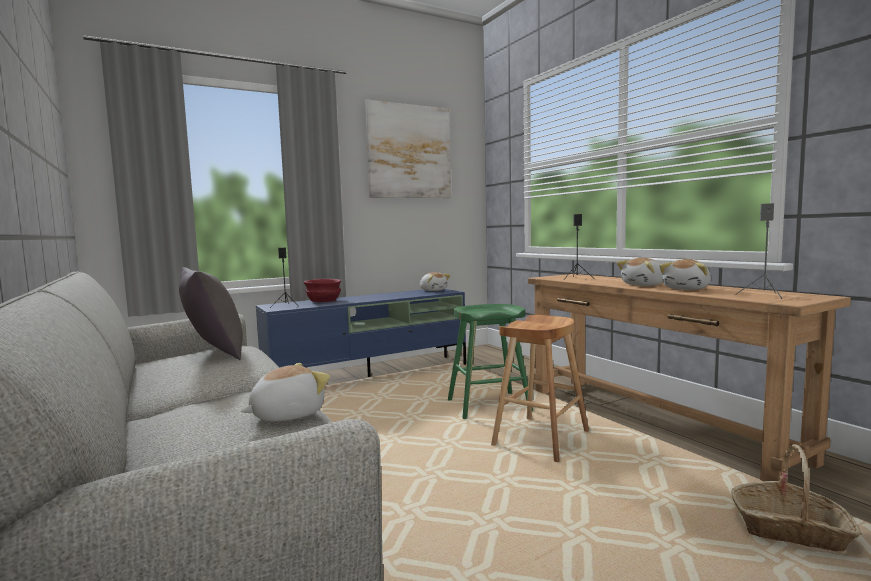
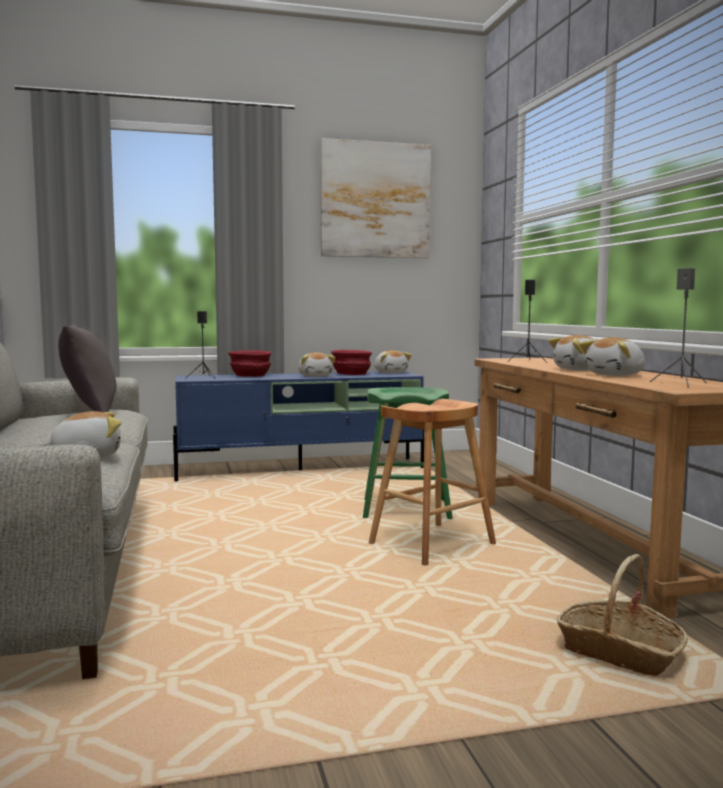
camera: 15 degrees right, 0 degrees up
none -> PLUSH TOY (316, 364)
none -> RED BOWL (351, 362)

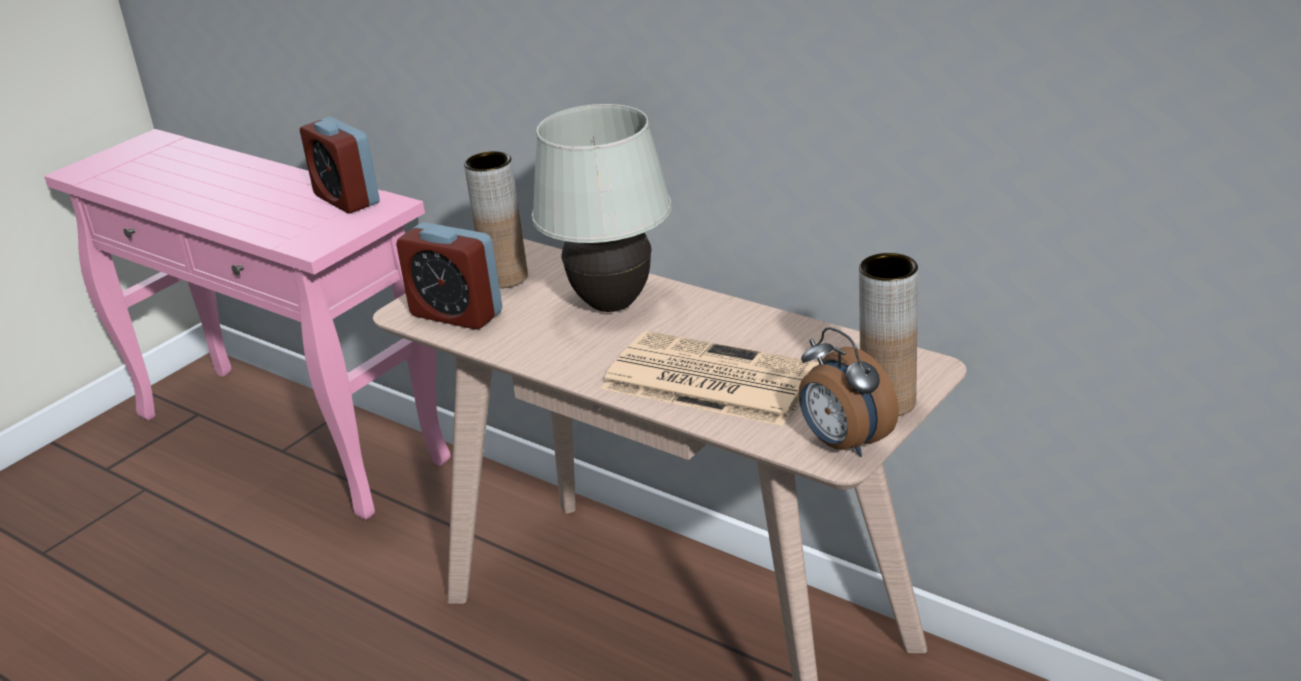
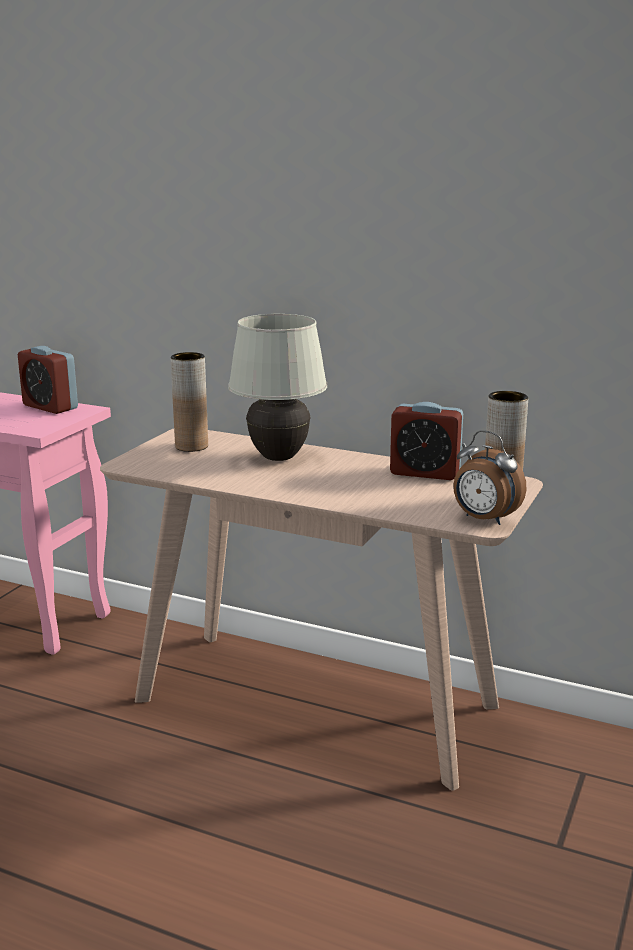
camera: 15 degrees left, 10 degrees down
ALARM CLOCK (449, 276) -> ALARM CLOCK (426, 441), relocated
NEWSPAPER (710, 378) -> none

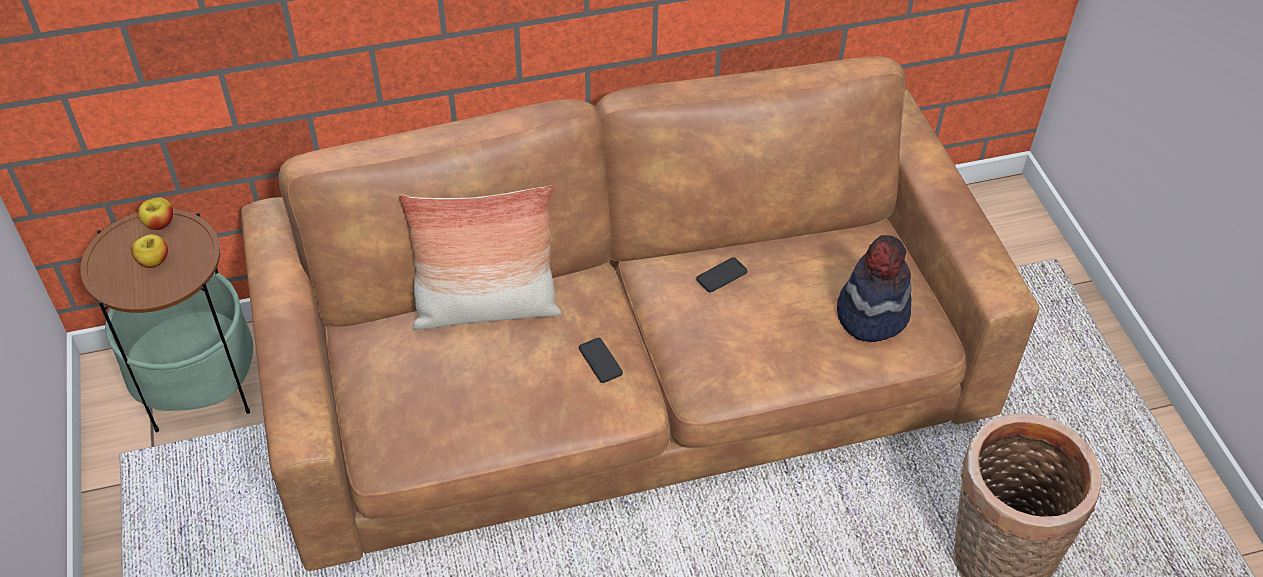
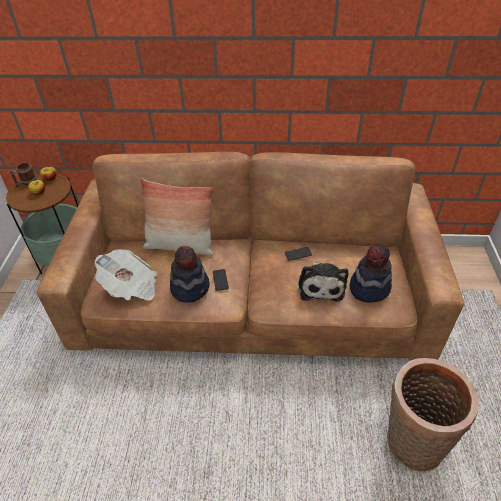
camera: 20 degrees right, 5 degrees down
none -> MUG (23, 174)
none -> NEWSPAPER (126, 275)
none -> HAT (190, 274)
none -> PLUSH TOY (323, 281)

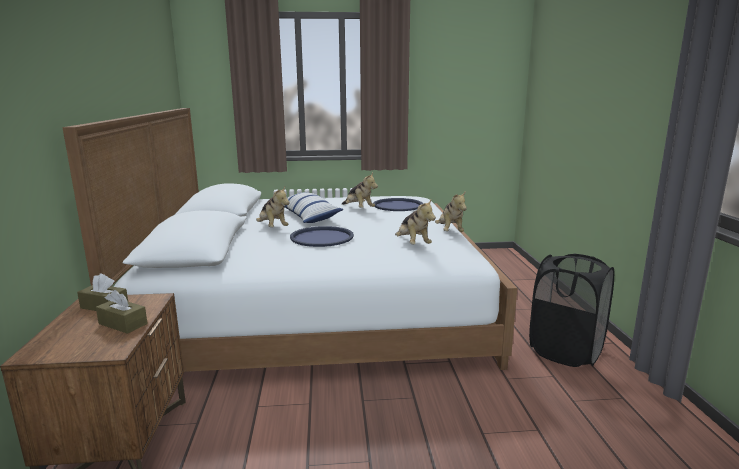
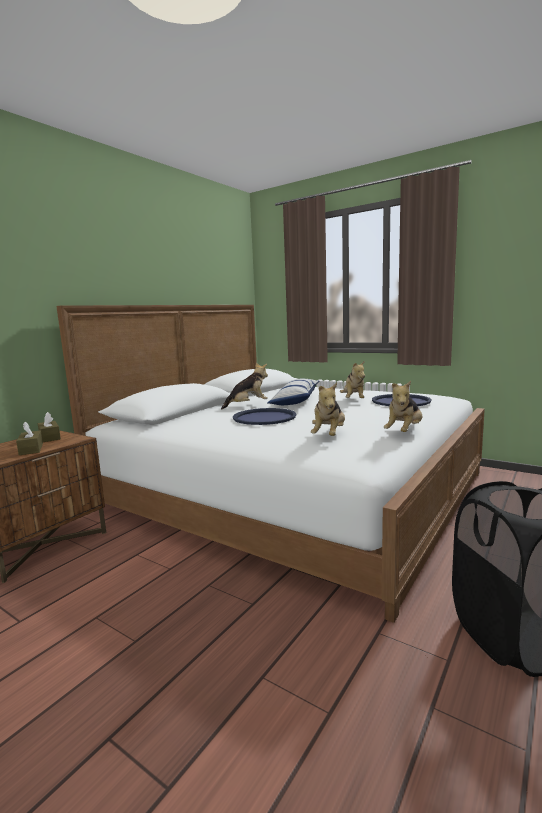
camera: 40 degrees right, 5 degrees down
PLUSH TOY (273, 206) -> PLUSH TOY (244, 386), 120 degrees counterclockwise

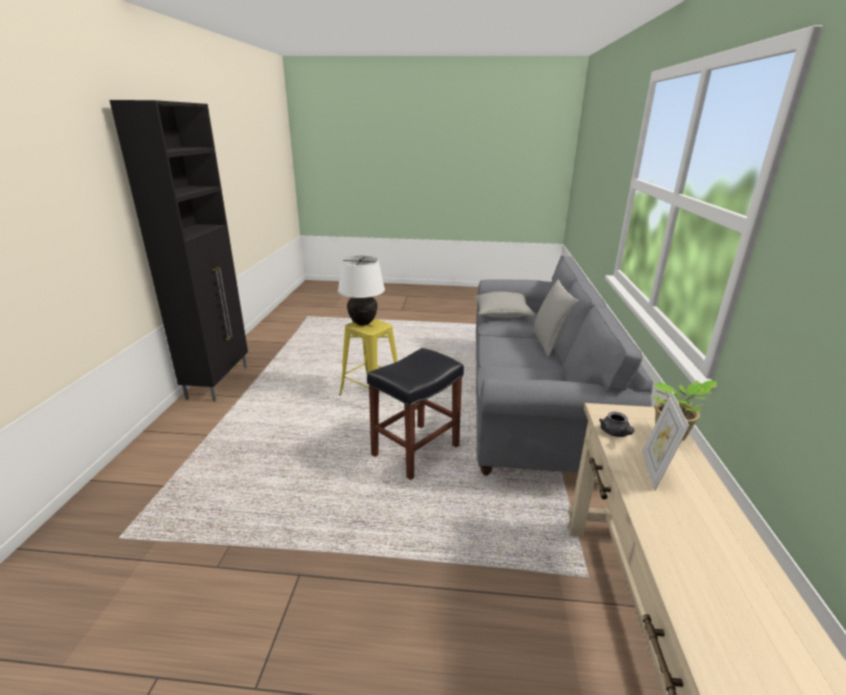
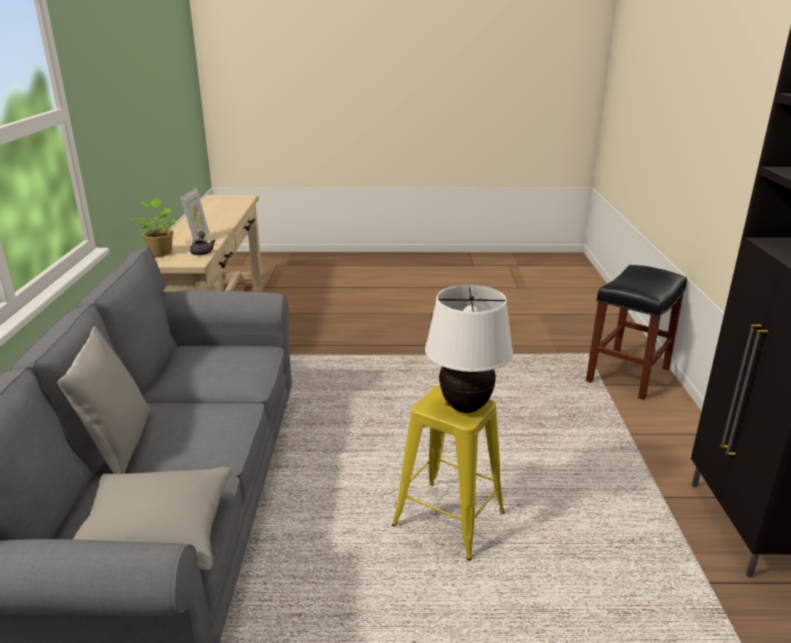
camera: 175 degrees right, 0 degrees up
BLACK STOOL (415, 414) -> BLACK STOOL (636, 332), relocated

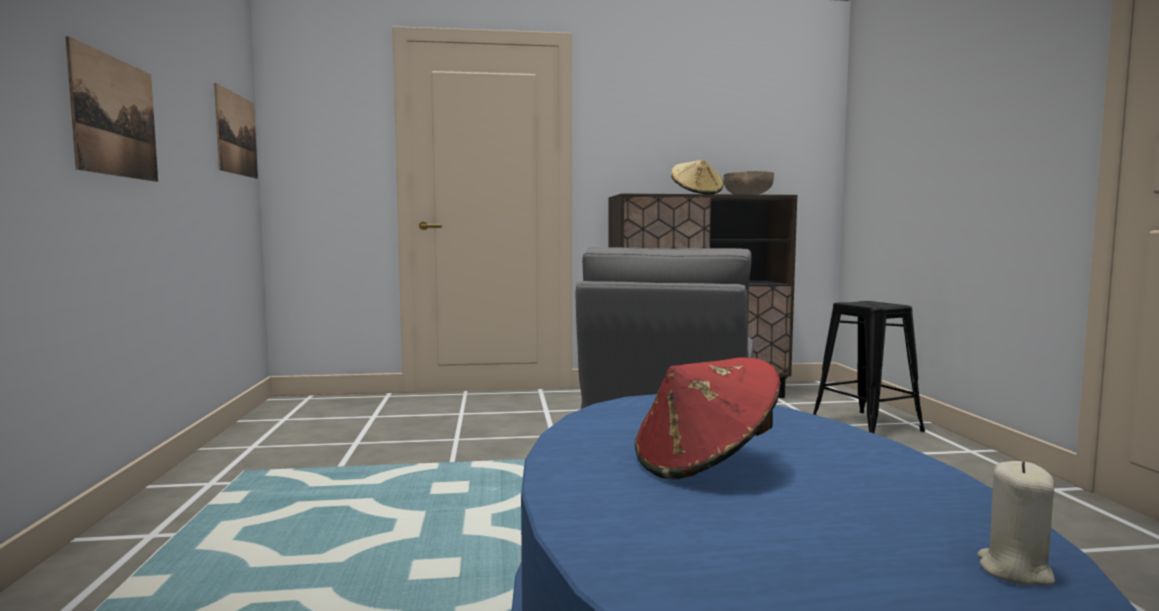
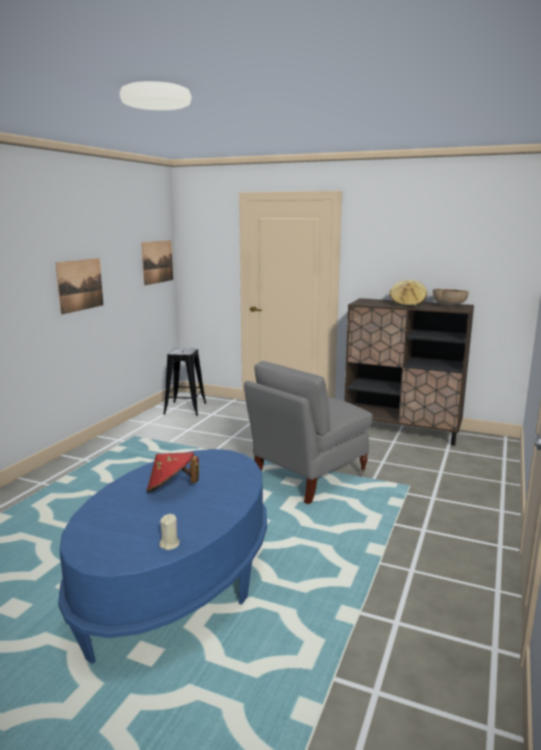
camera: 30 degrees right, 10 degrees up
BLACK STOOL (869, 367) -> BLACK STOOL (184, 382), relocated

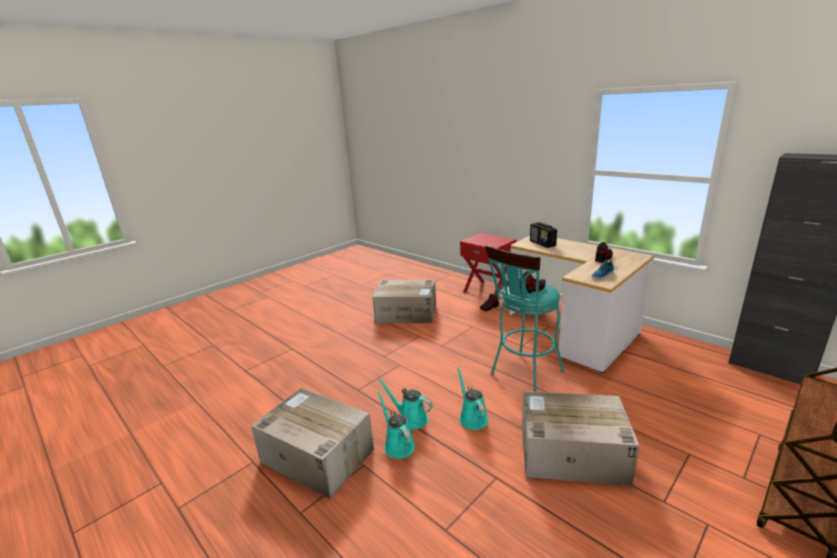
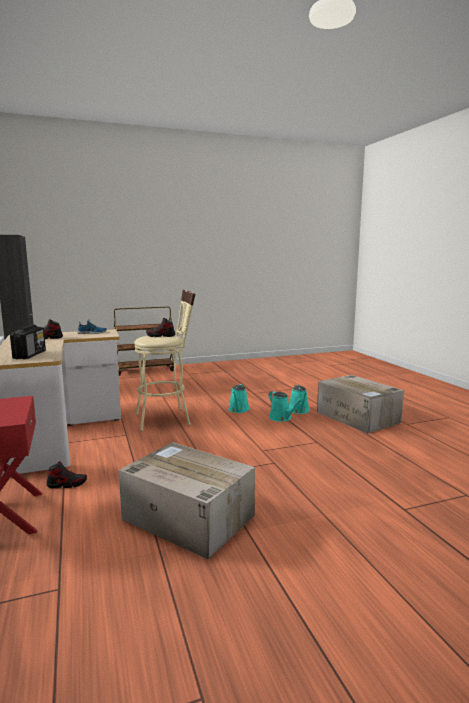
camera: 155 degrees left, 10 degrees down
TURQUOISE STOOL (524, 318) -> BEIGE STOOL (164, 360)
CARDBOARD BOX (580, 438) -> none

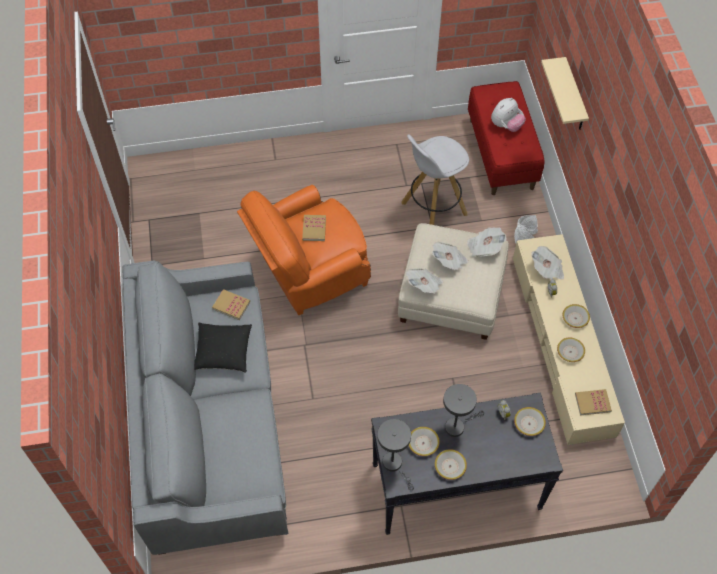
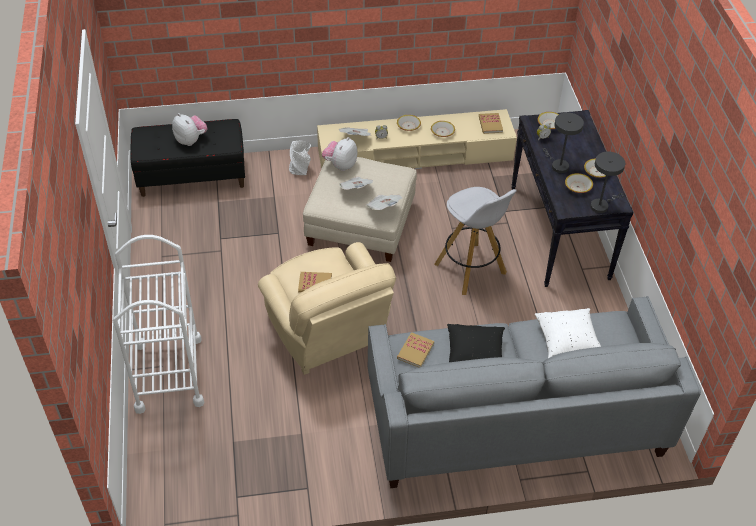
camera: 90 degrees left, 10 degrees down
none -> WHITE CART (158, 324)
RED BENCH (506, 138) -> BLACK BENCH (187, 158)
ORANGE ARMCHAIR (304, 250) -> BEIGE ARMCHAIR (327, 308)
NEWSPAPER (486, 242) -> PLUSH TOY (340, 154)
WHITE STOOL (435, 179) -> WHITE STOOL (475, 241), relocated
none -> WHITE PILLOW (568, 333)
BEIGE SHELF (565, 93) -> none

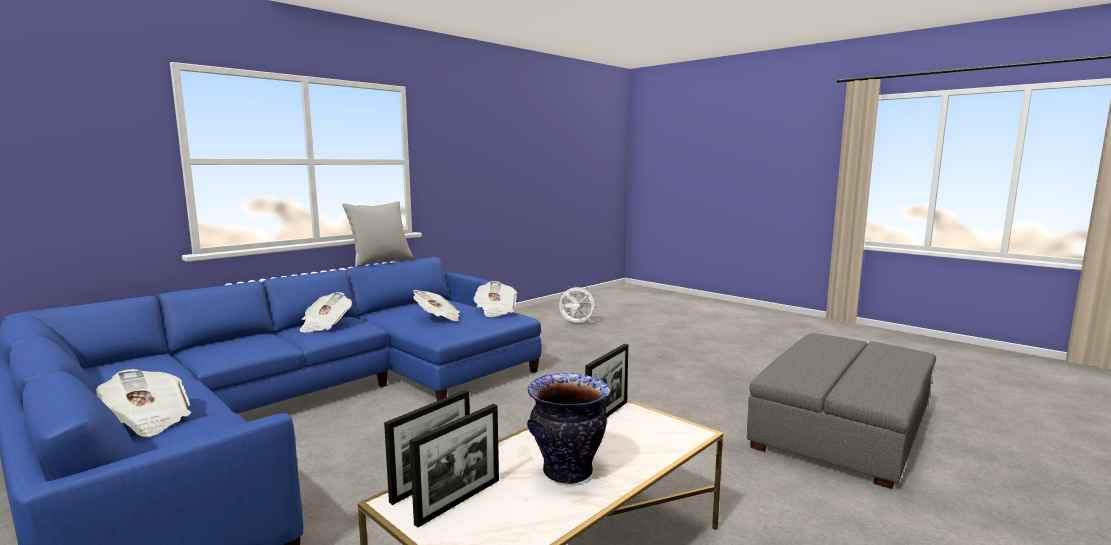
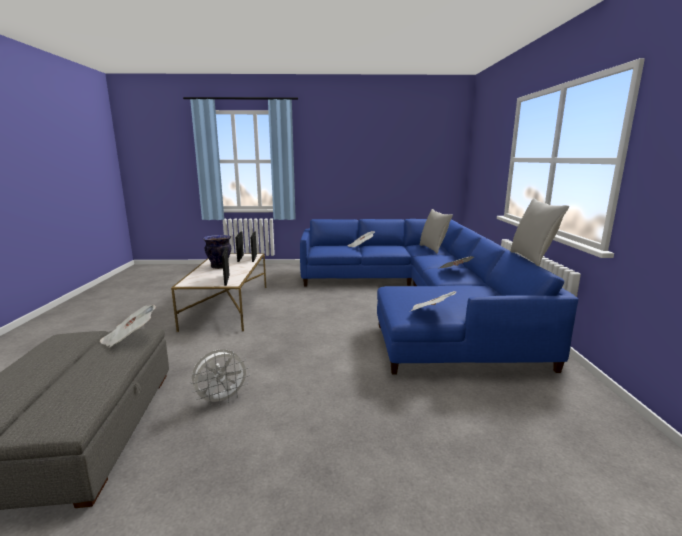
camera: 135 degrees right, 5 degrees up
NEWSPAPER (436, 305) -> NEWSPAPER (128, 326), relocated
WHITE FAN (578, 304) -> WHITE FAN (220, 377), relocated
none -> GREY PILLOW (436, 231)

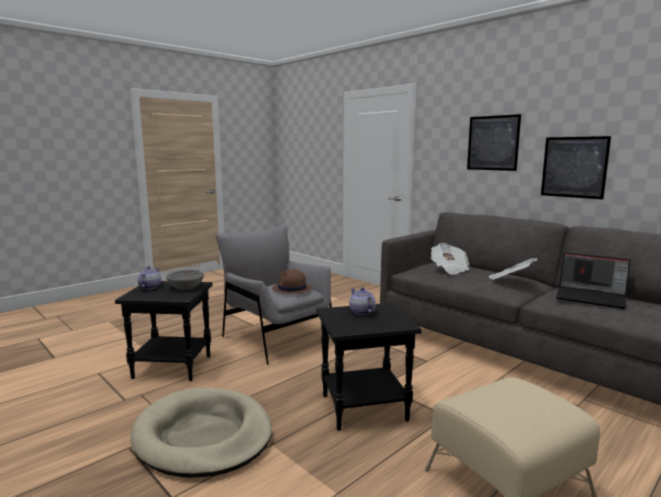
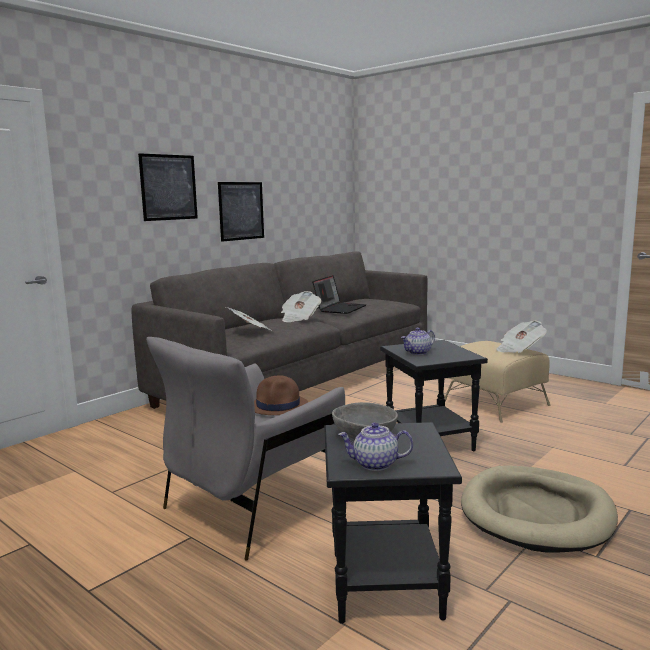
camera: 95 degrees left, 0 degrees up
none -> NEWSPAPER (521, 337)

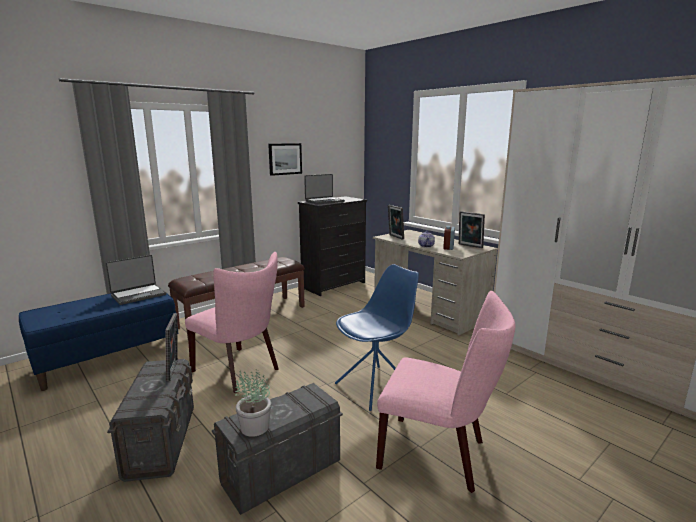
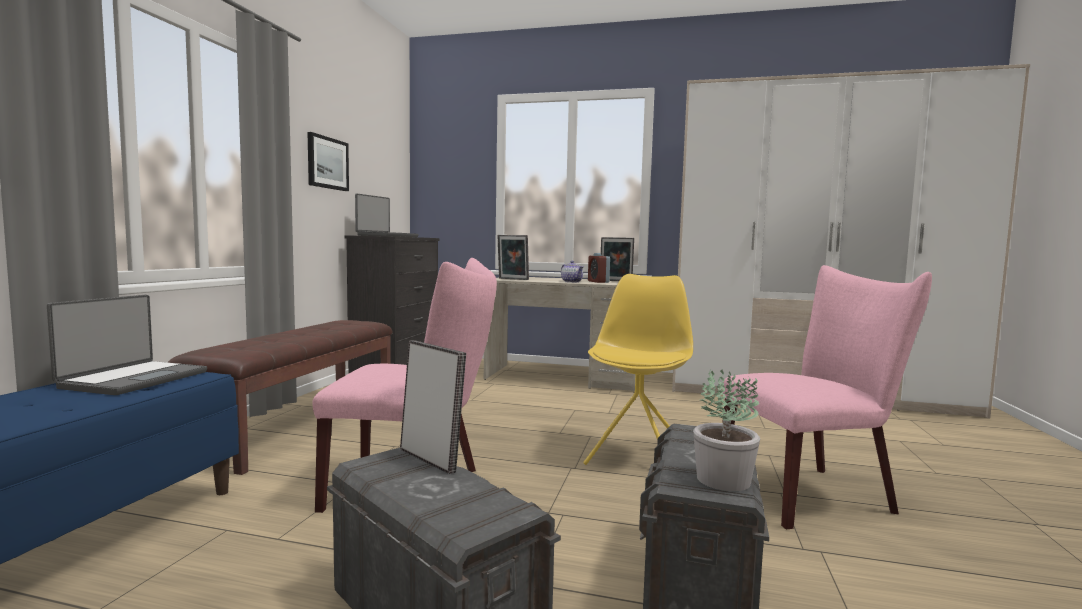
camera: 35 degrees left, 10 degrees down
BLUE CHAIR (377, 337) -> YELLOW CHAIR (638, 369)

